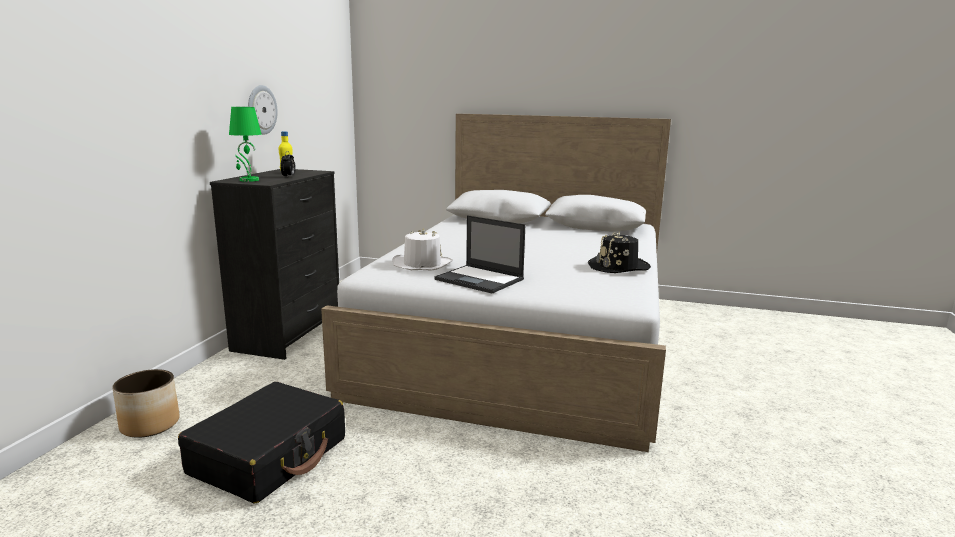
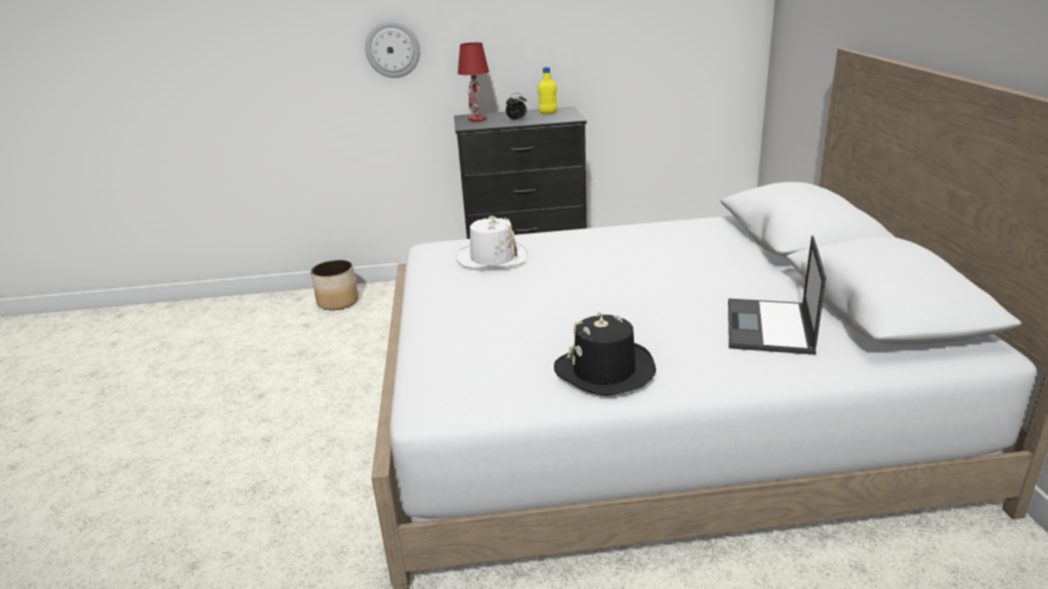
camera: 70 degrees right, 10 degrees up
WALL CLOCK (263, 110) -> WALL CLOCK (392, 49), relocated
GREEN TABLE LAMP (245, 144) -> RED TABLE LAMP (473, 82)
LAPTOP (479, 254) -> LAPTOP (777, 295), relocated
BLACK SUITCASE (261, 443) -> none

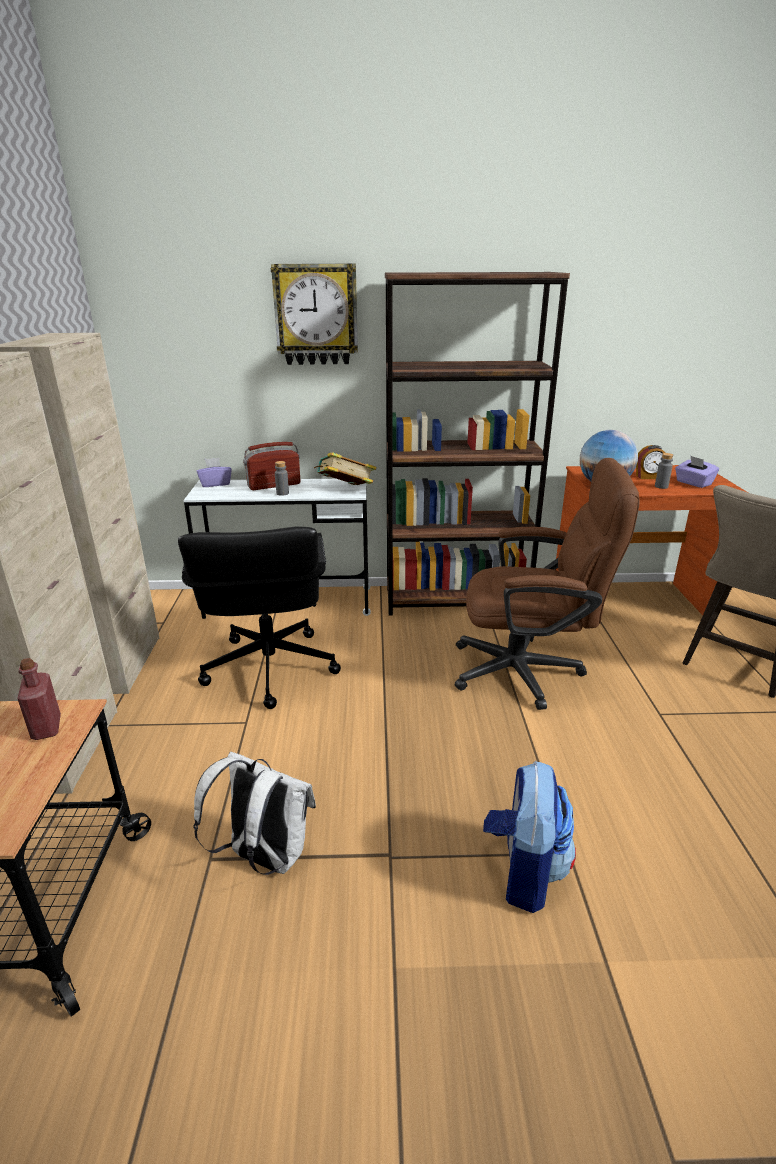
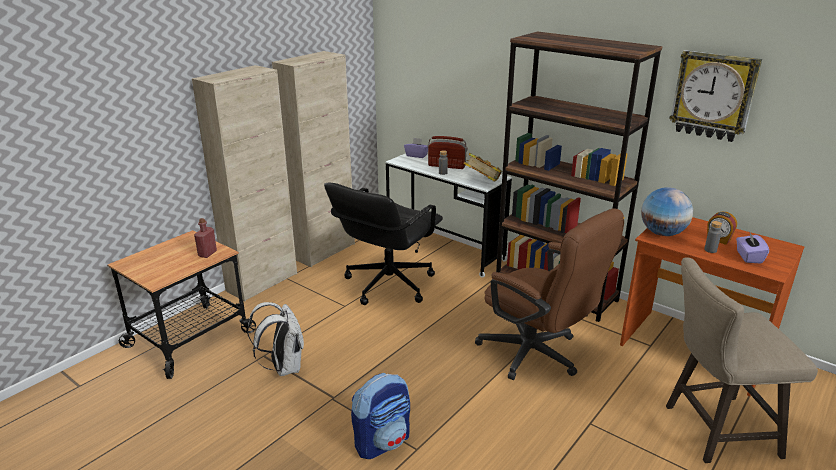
camera: 40 degrees right, 0 degrees up
WALL CLOCK (314, 314) -> WALL CLOCK (715, 96), relocated

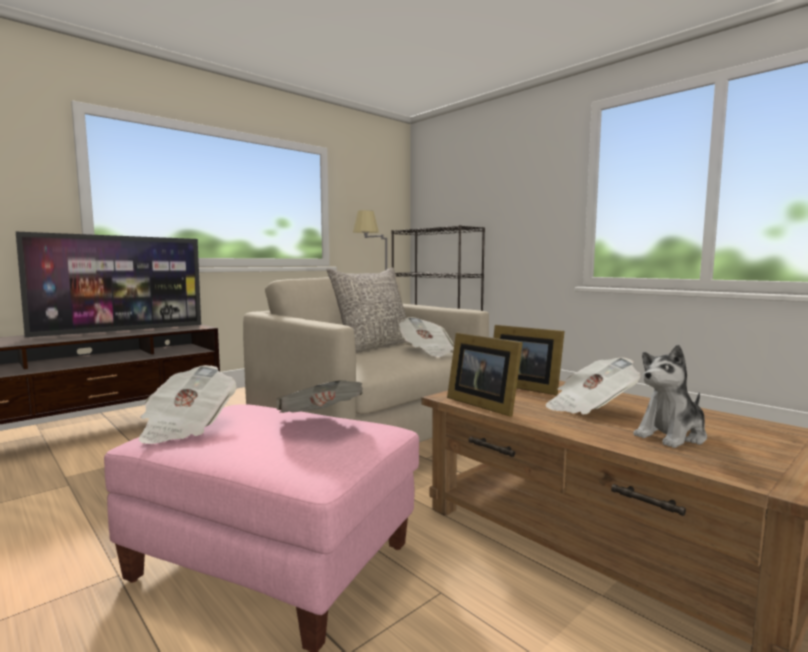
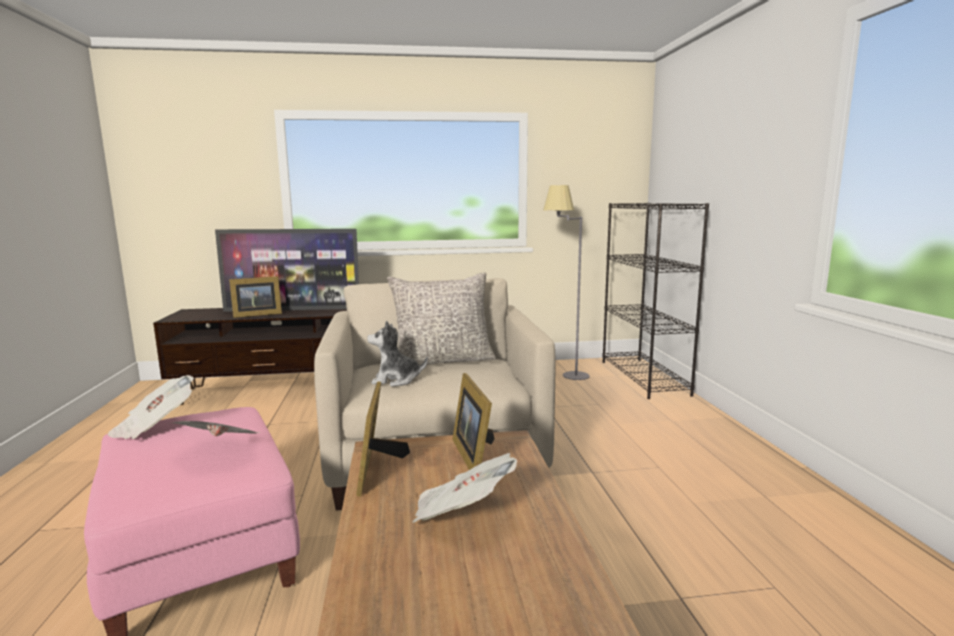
camera: 35 degrees right, 5 degrees up
none -> PICTURE FRAME (255, 297)
PLUSH TOY (670, 396) -> PLUSH TOY (397, 353), relocated
NEWSPAPER (426, 337) -> none

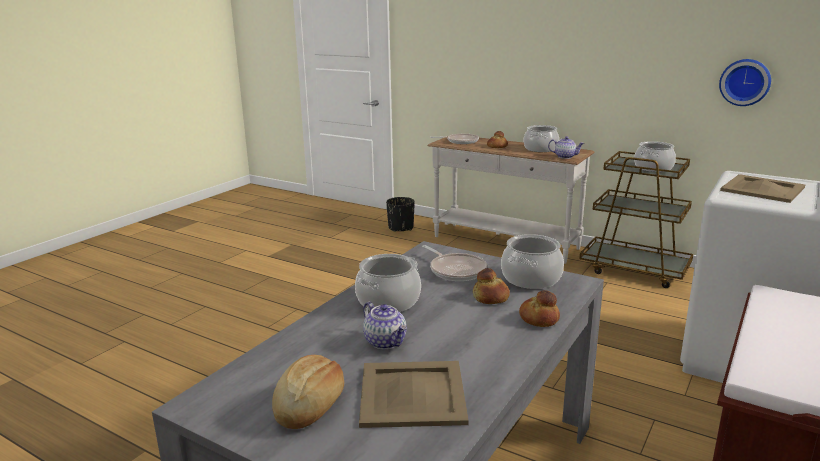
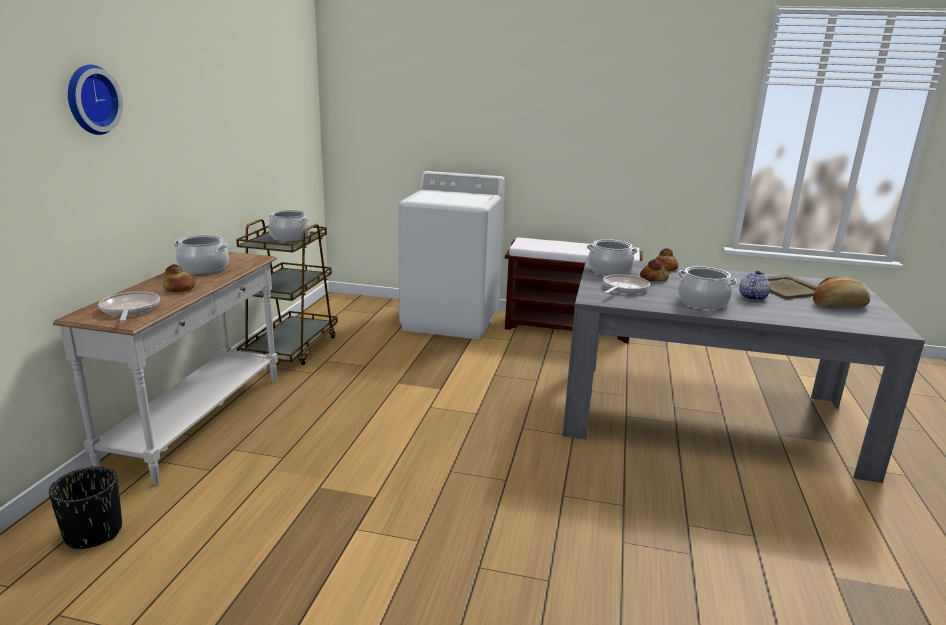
camera: 110 degrees left, 0 degrees up
WALL CLOCK (745, 82) -> WALL CLOCK (95, 100), relocated
TEAPOT (566, 147) -> none
BEIGE TRAY (762, 188) -> none

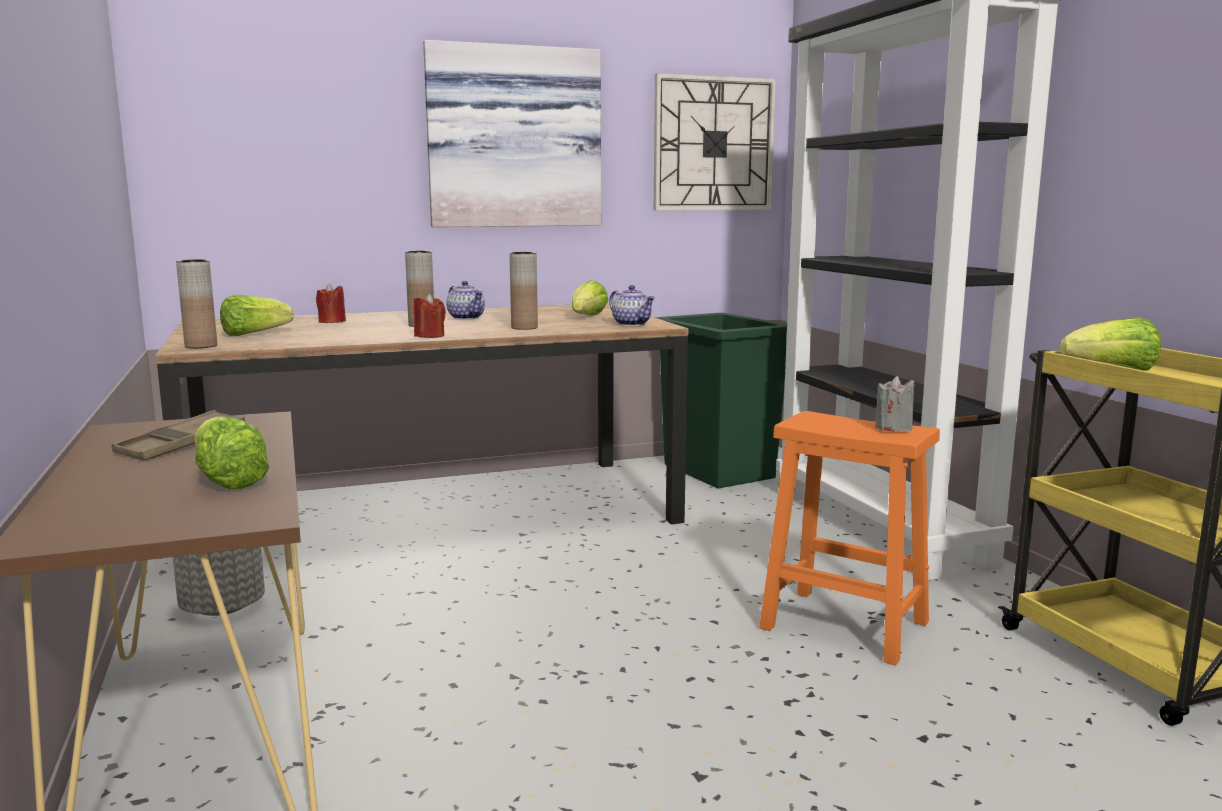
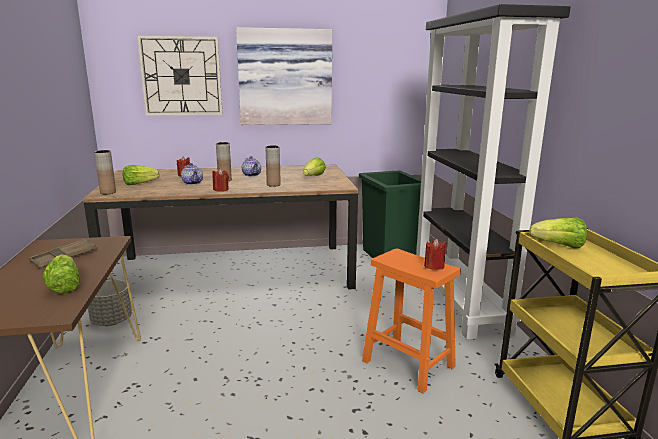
camera: 10 degrees right, 5 degrees up
WALL CLOCK (715, 142) -> WALL CLOCK (180, 75), relocated
TEAPOT (632, 305) -> TEAPOT (192, 174), relocated
GREY CANDLE (895, 404) -> RED CANDLE (435, 254)

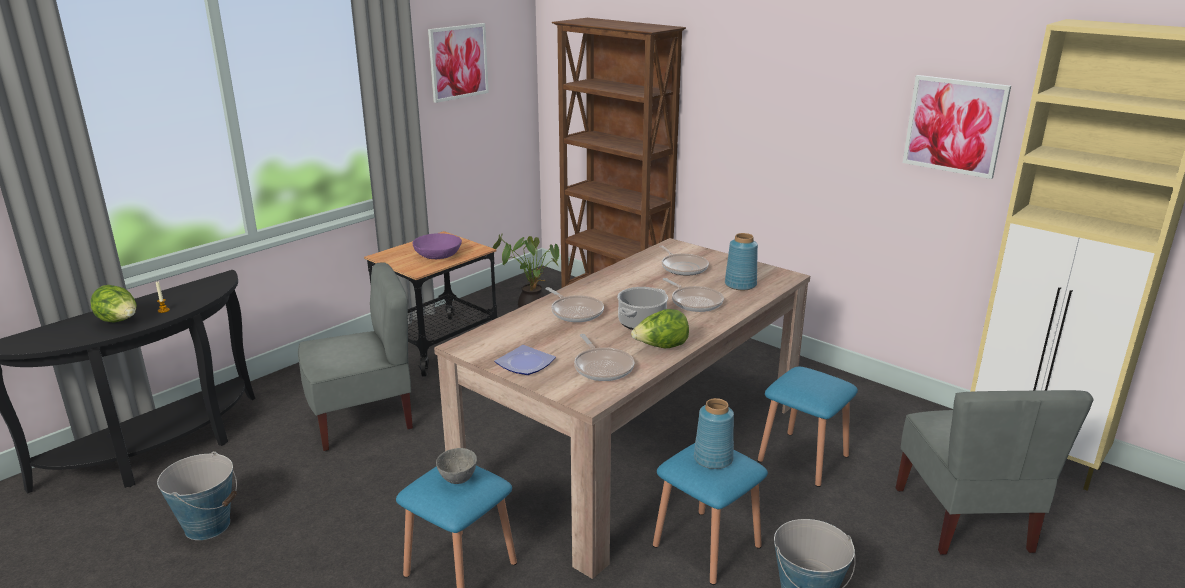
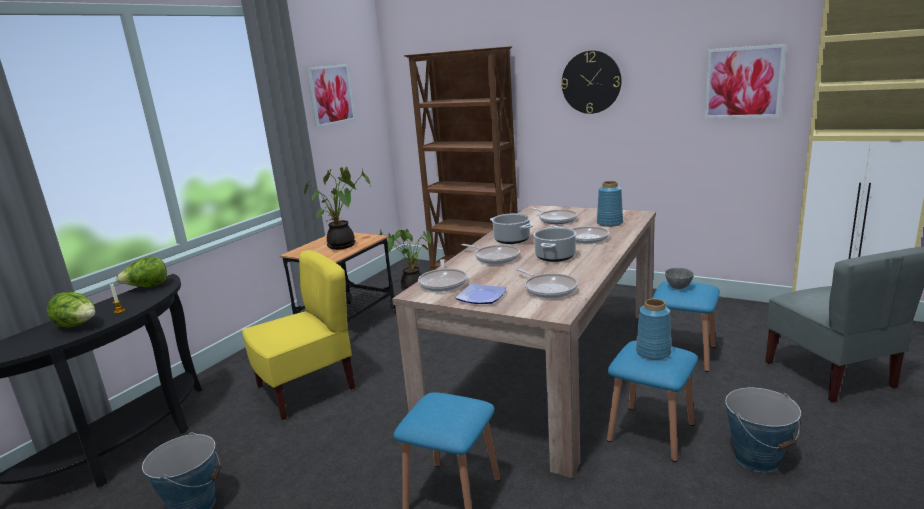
camera: 10 degrees left, 5 degrees down
LETTUCE (660, 328) -> LETTUCE (141, 272), relocated
GREY CHAIR (355, 356) -> YELLOW CHAIR (298, 335)
PURPLE BOWL (437, 246) -> POTTED PLANT (337, 208)
none -> FRYING PAN (442, 275)
none -> COOKING POT (511, 228)
none -> WALL CLOCK (591, 82)
GREY BOWL (456, 466) -> GREY BOWL (679, 278), relocated

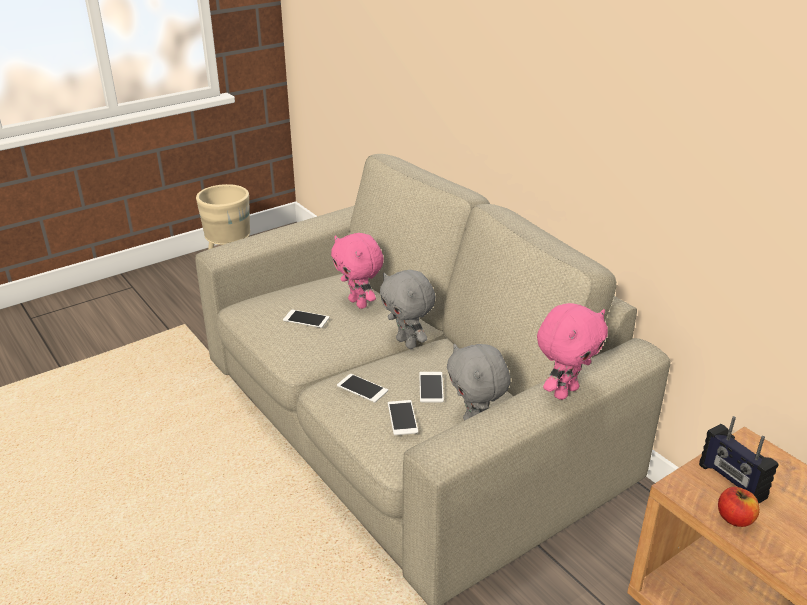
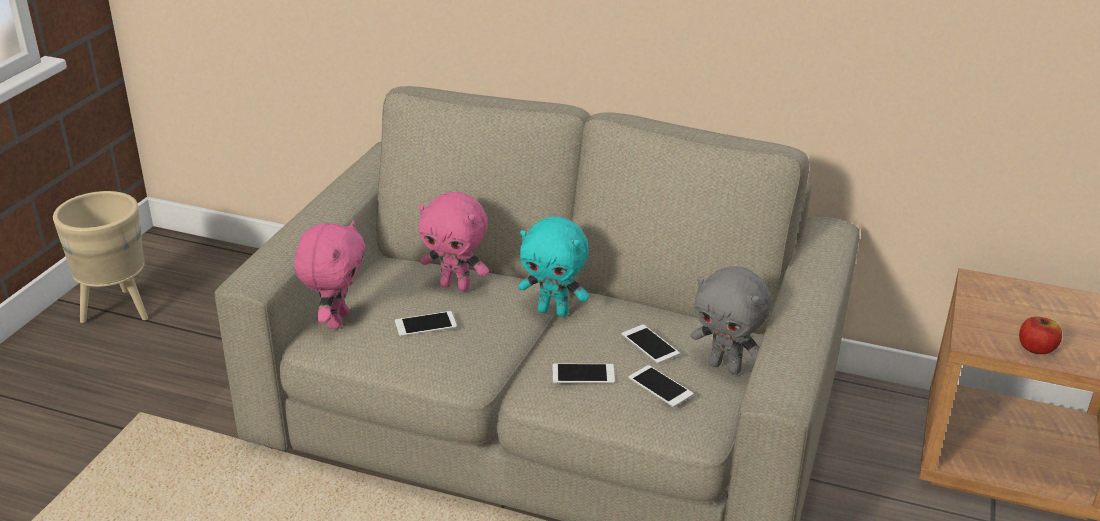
camera: 35 degrees left, 0 degrees up
PINK PLUSH TOY (572, 351) -> PINK PLUSH TOY (329, 274), relocated
GREY PLUSH TOY (408, 309) -> TURQUOISE PLUSH TOY (553, 266)
RADIO (739, 459) -> none

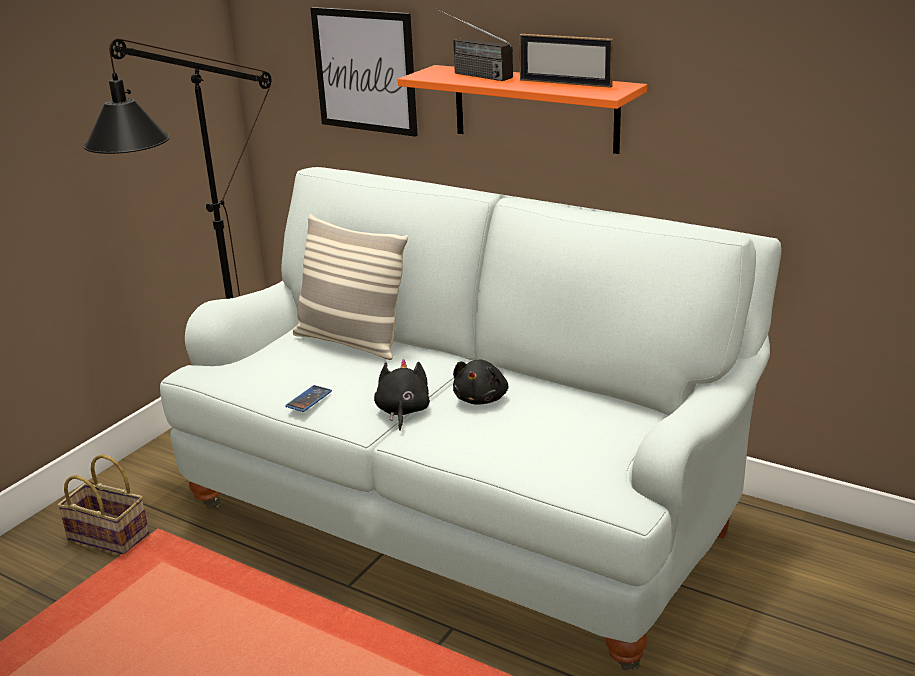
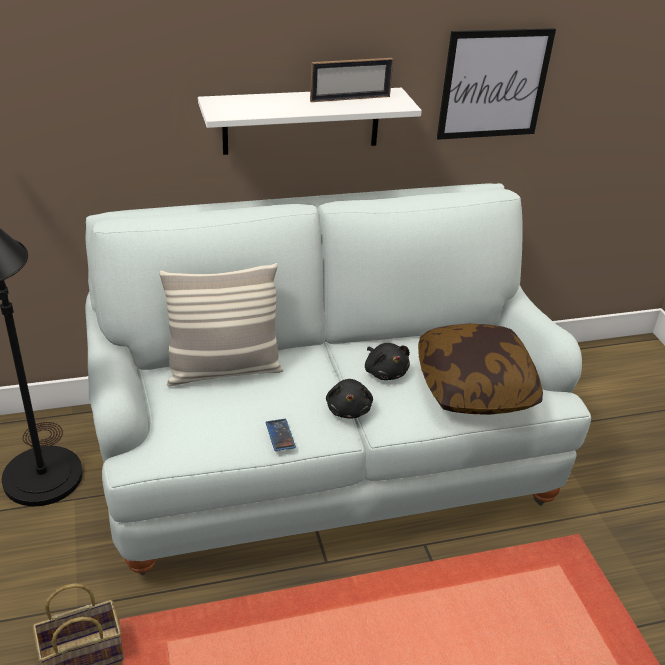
camera: 50 degrees left, 10 degrees up
ORANGE SHELF (522, 109) -> WHITE SHELF (310, 121)
BLACK PLUSH TOY (402, 395) -> BLACK PLUSH TOY (349, 399), 135 degrees counterclockwise
none -> PILLOW (480, 369)
PICTURE (364, 72) -> PICTURE (496, 84), relocated
RADIO (474, 45) -> none

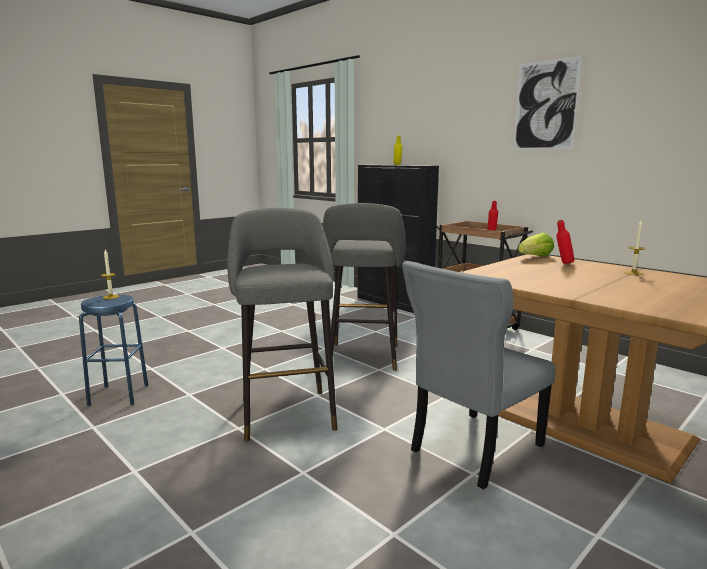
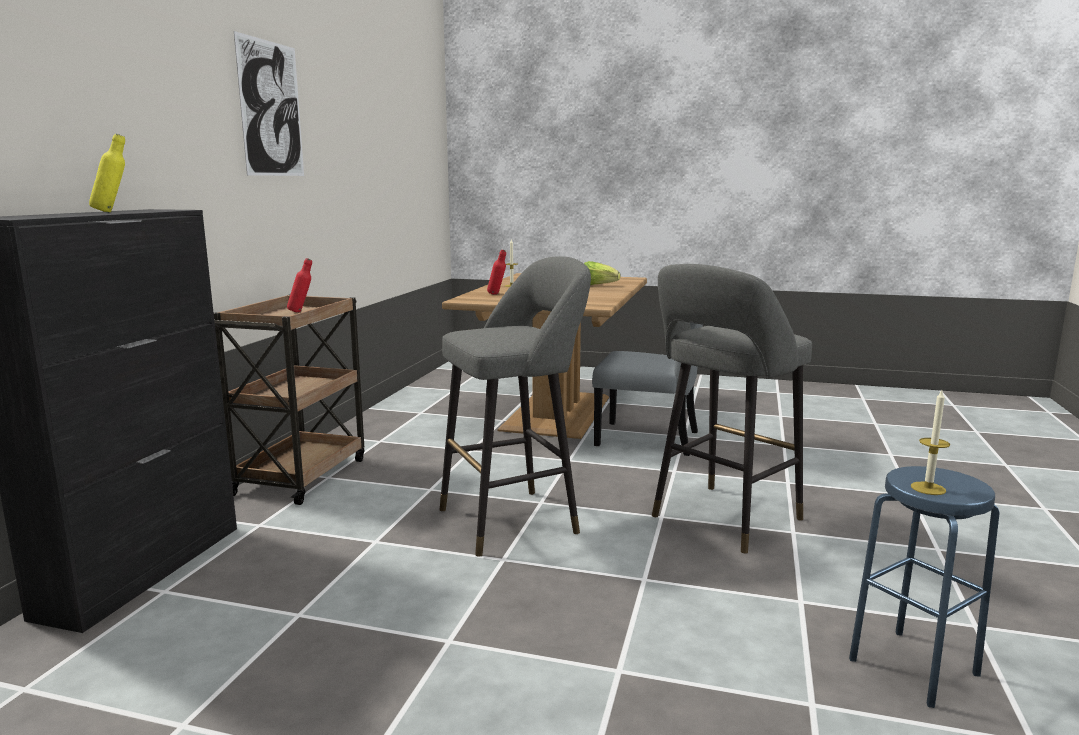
camera: 120 degrees left, 0 degrees up
LETTUCE (536, 244) -> LETTUCE (602, 273), relocated

